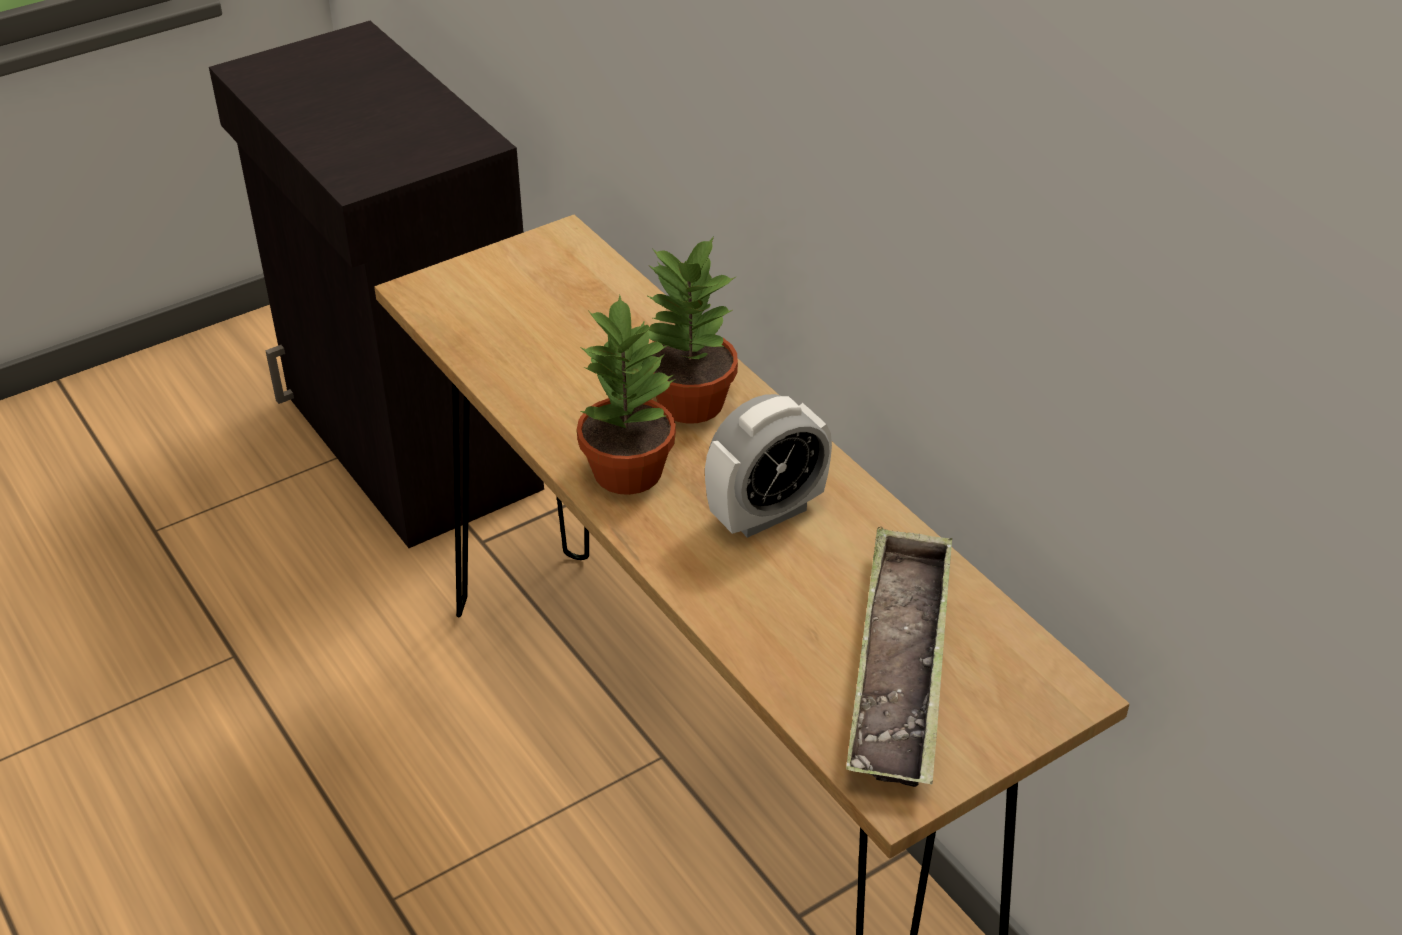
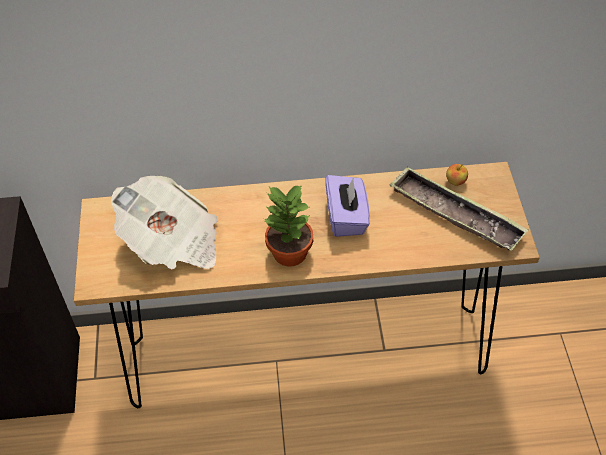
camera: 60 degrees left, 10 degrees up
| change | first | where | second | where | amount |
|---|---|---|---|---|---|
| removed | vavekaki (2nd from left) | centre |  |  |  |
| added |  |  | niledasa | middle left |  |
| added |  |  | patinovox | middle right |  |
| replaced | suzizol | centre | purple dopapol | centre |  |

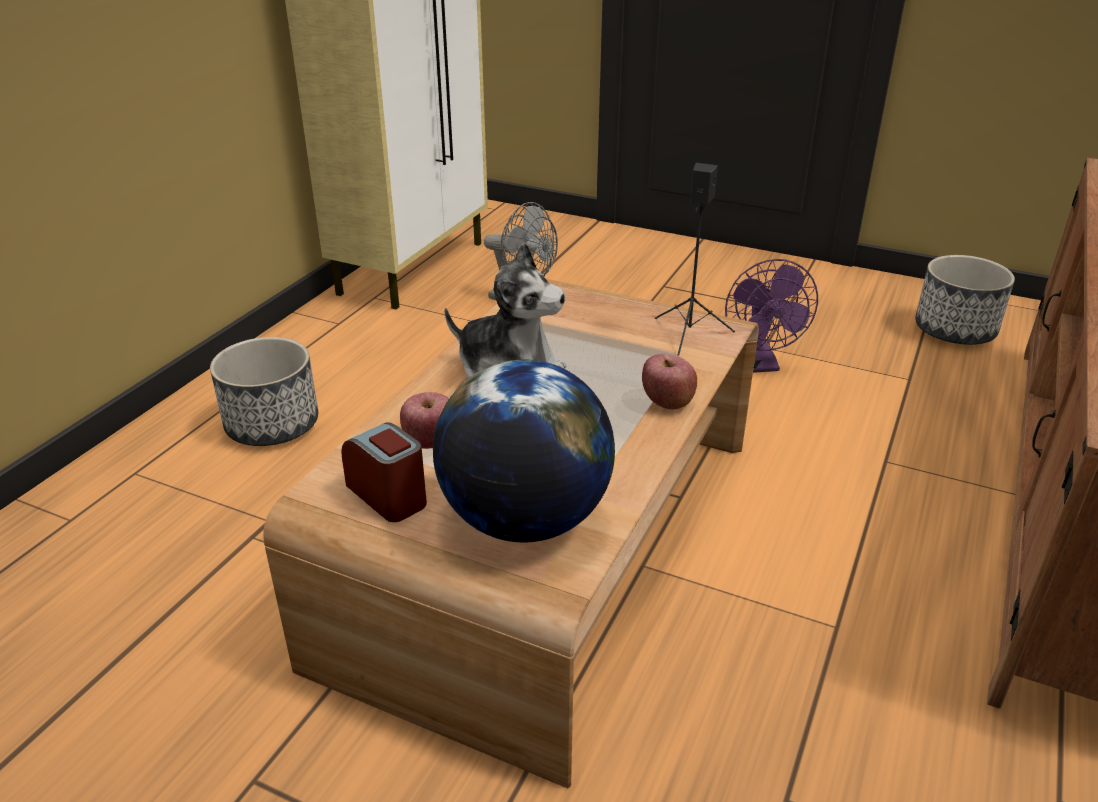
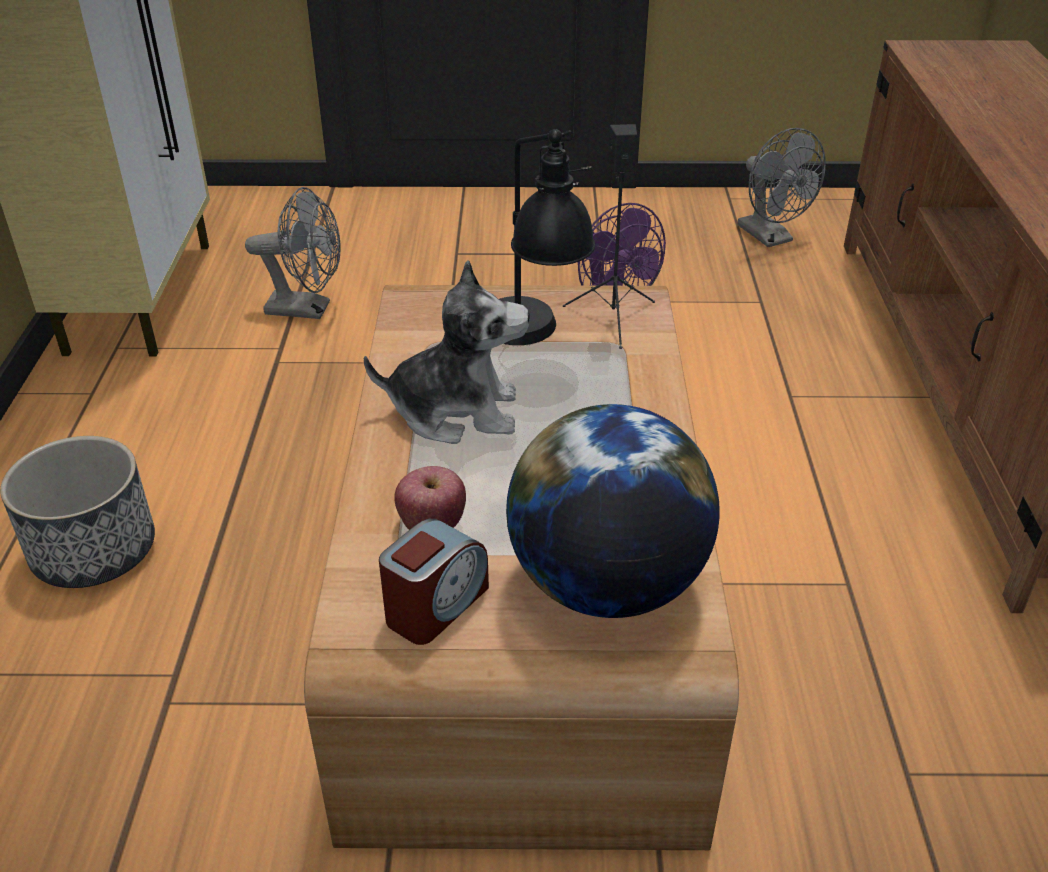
camera: 25 degrees left, 5 degrees up
| change | first | where | second | where | amount |
|---|---|---|---|---|---|
| removed | patinovox (2nd from left) | centre |  |  |  |
| added |  |  | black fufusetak | top centre |  |
| replaced | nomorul (2nd from left) | middle right | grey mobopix (2nd from left) | top right |  |
| turned | suzizol | centre |  | bottom centre | 105 degrees clockwise |

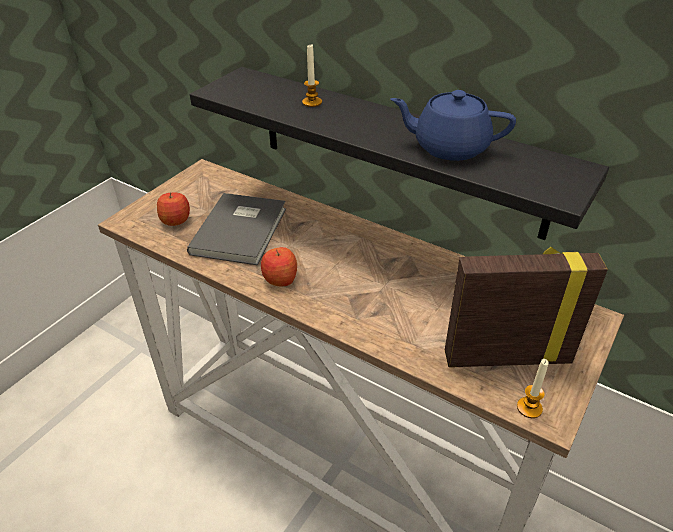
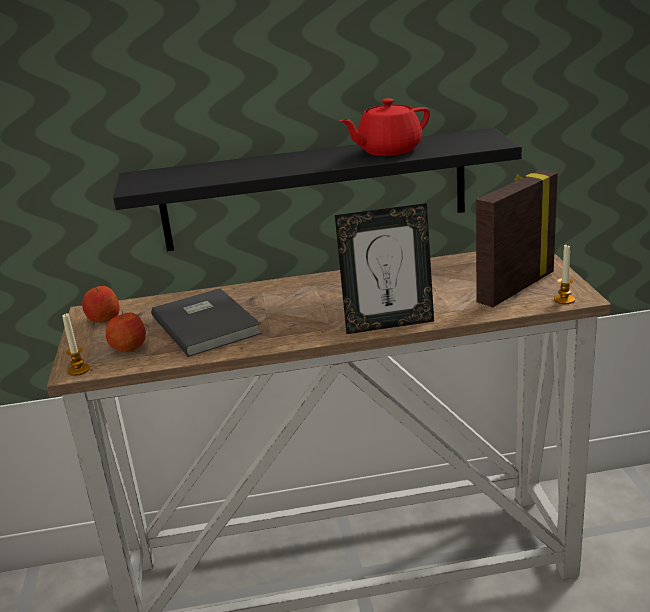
camera: 40 degrees left, 15 degrees down
| change | first | where | second | where | amount |
|---|---|---|---|---|---|
| added |  |  | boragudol (1st from left) | centre |  |
| moved | patinovox (2nd from left in the first image) | centre | patinovox (1st from left) | middle left |  |
| moved | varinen (1st from left) | top centre |  | middle left |  |
| recoloured | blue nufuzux | top right | red nufuzux | top centre |  |

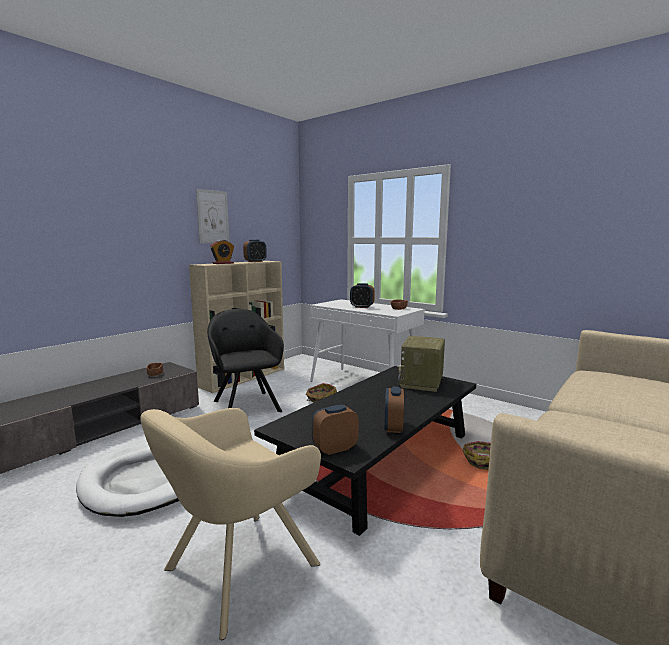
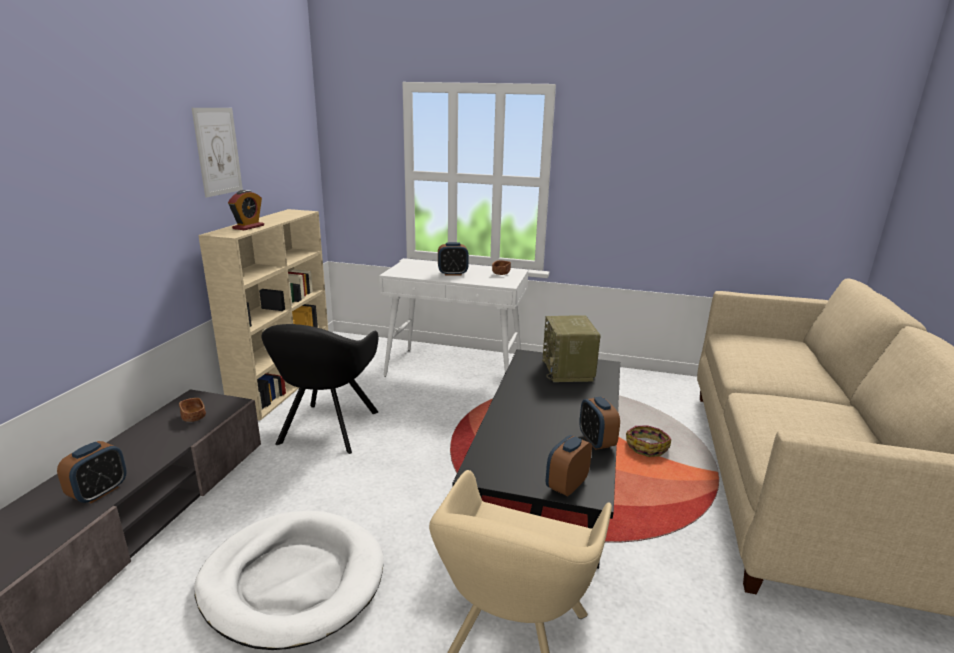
camera: 25 degrees left, 10 degrees up
| change | first | where | second | where | amount |
|---|---|---|---|---|---|
| removed | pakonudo (1st from left) | centre |  |  |  |
| moved | suzizol (2nd from left in the first image) | centre | suzizol (1st from left) | bottom left |  |
| turned | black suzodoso | centre |  | centre | 120 degrees counterclockwise |

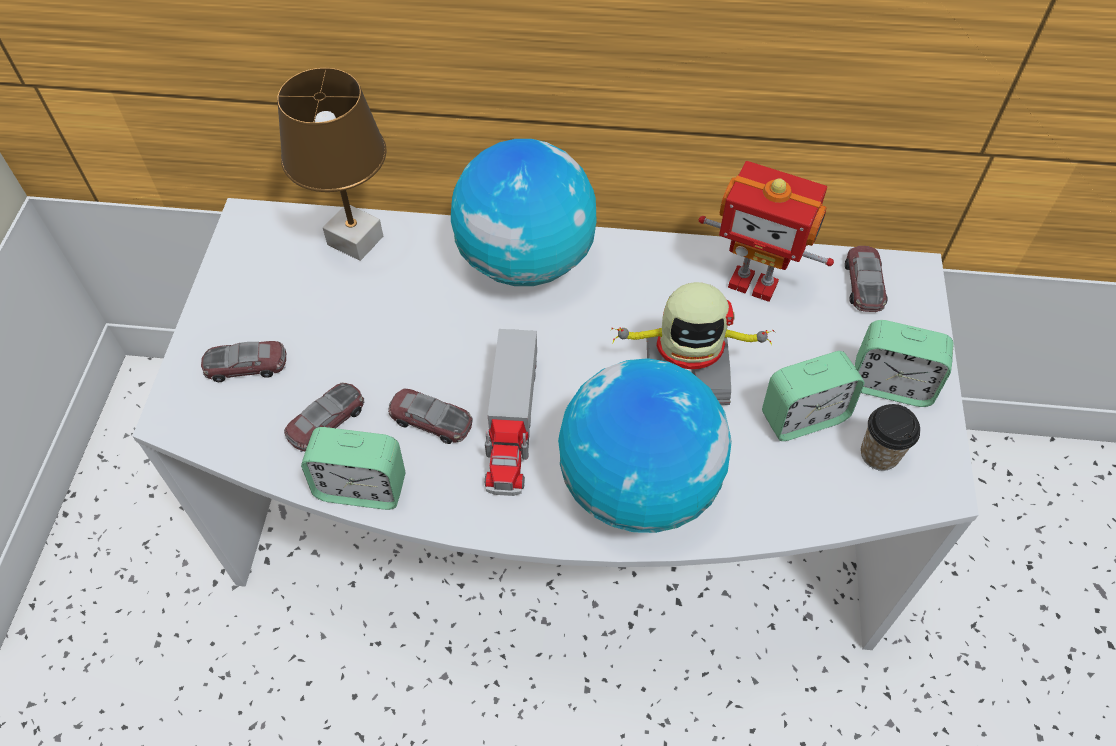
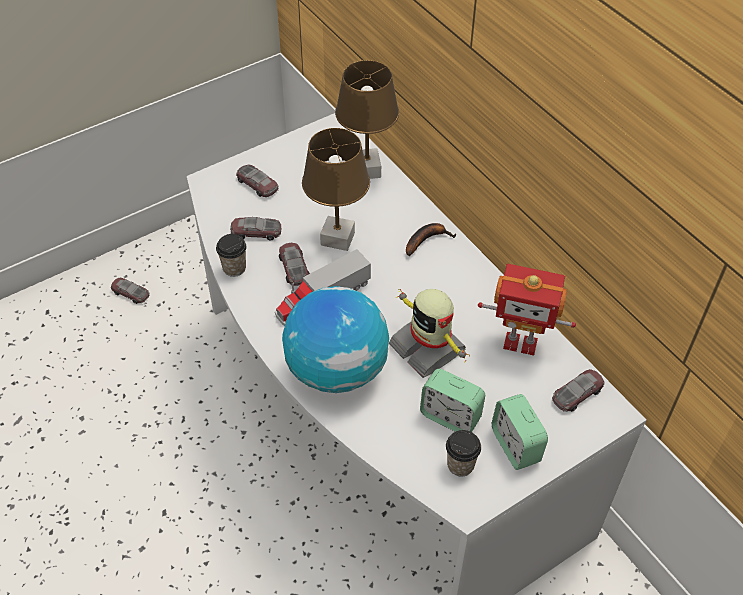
camera: 50 degrees right, 5 degrees down
| change | first | where | second | where | amount |
|---|---|---|---|---|---|
| added |  |  | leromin (1st from left) | middle left |  |
| added |  |  | brown fufusetak (1st from left) | top centre |  |
| replaced | suzizol (1st from left) | middle left | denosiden (1st from left) | middle left |  |
| replaced | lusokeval (1st from left) | top centre | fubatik | centre |  |
| turned | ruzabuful (2nd from left) | top right |  | middle right | 60 degrees counterclockwise |

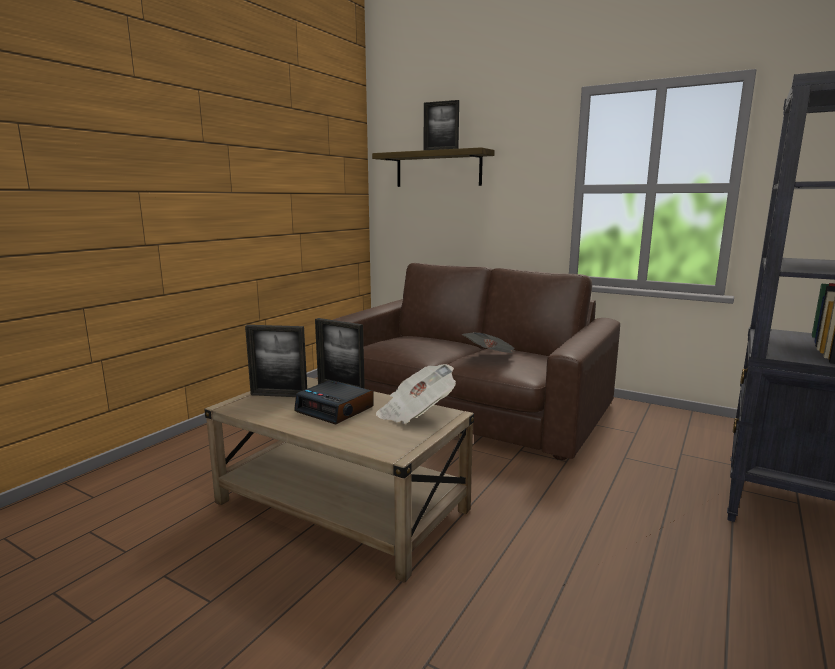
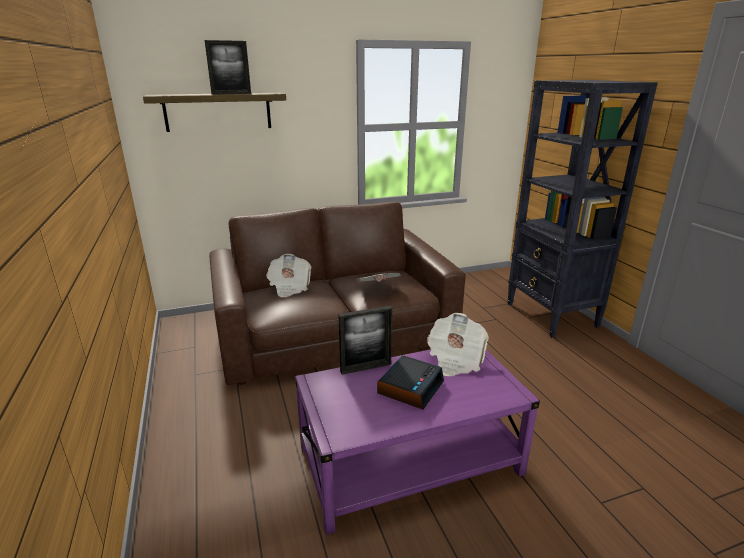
camera: 50 degrees left, 10 degrees up
| change | first | where | second | where | amount |
|---|---|---|---|---|---|
| removed | boragudol (1st from left) | middle left |  |  |  |
| added |  |  | niledasa (1st from left) | centre |  |
| recoloured | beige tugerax | bottom centre | purple tugerax | bottom centre |  |
| turned | suzizol | centre |  | bottom centre | 45 degrees counterclockwise |

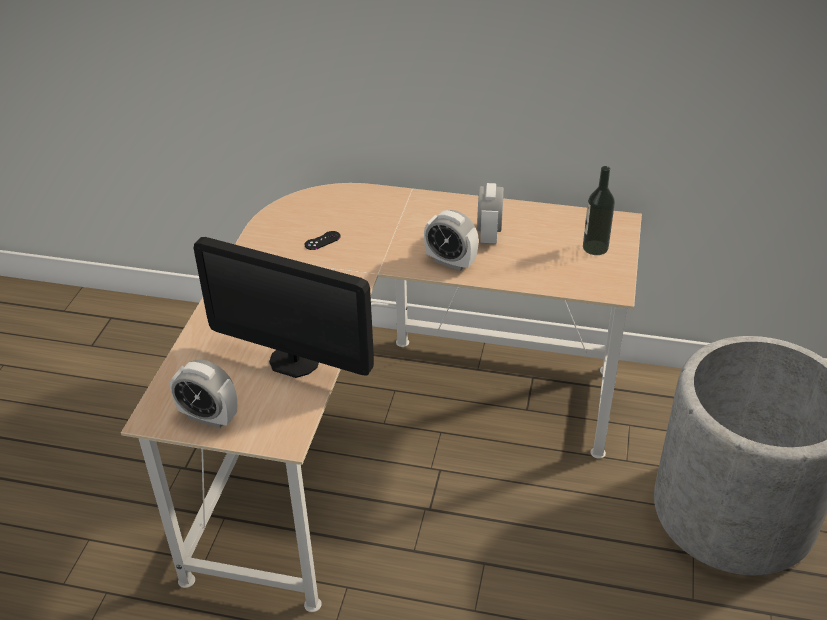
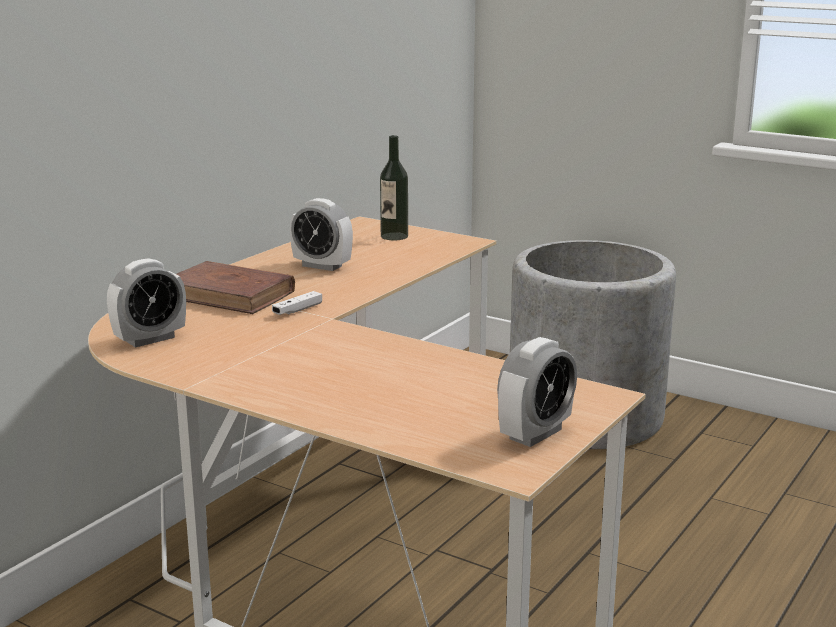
camera: 70 degrees left, 20 degrees down
| change | first | where | second | where | amount |
|---|---|---|---|---|---|
| removed | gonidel | centre |  |  |  |
| removed | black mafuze | centre |  |  |  |
| added |  |  | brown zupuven | middle left |  |
| added |  |  | white mafuze | centre |  |
| moved | suzizol (2nd from left in the first image) | centre | suzizol (1st from left) | middle left |  |

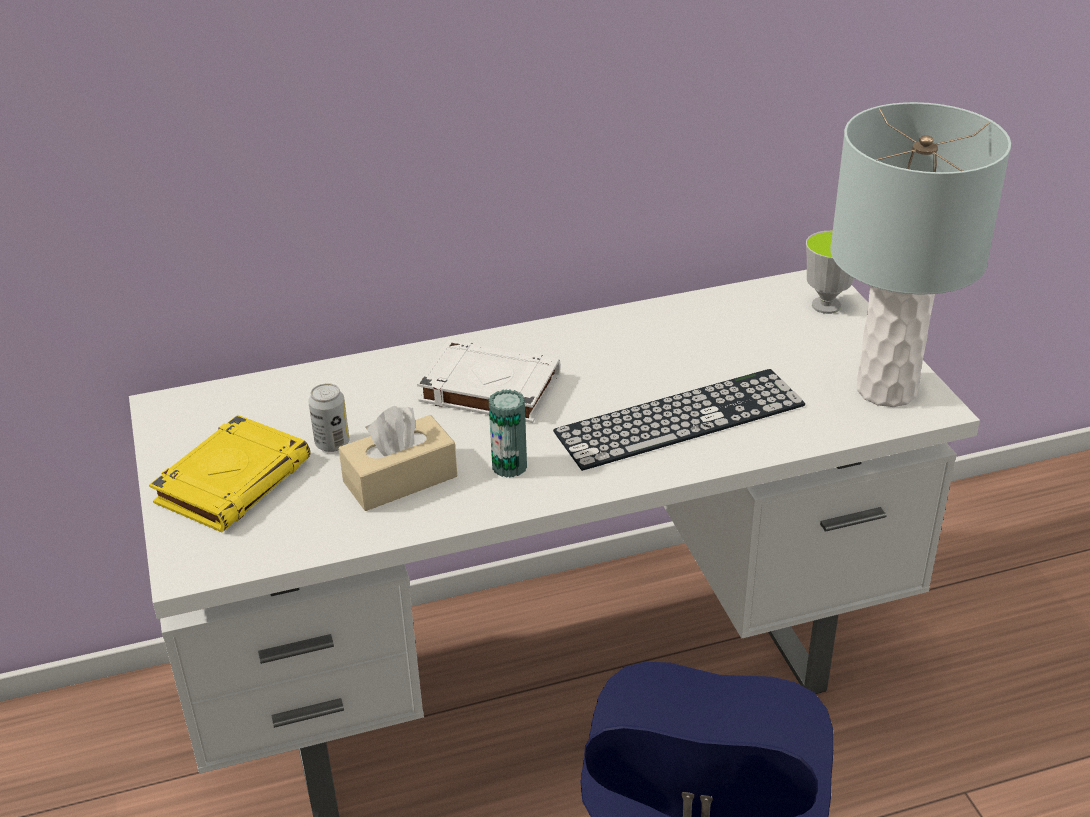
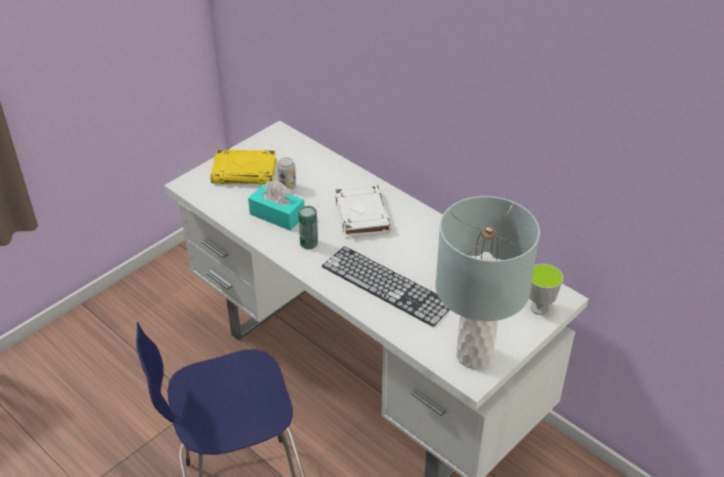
camera: 60 degrees right, 5 degrees up
| change | first | where | second | where | amount |
|---|---|---|---|---|---|
| recoloured | beige dopapol | centre | turquoise dopapol | centre |  |

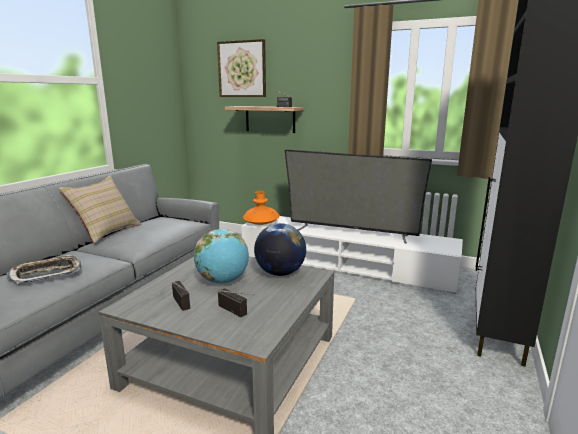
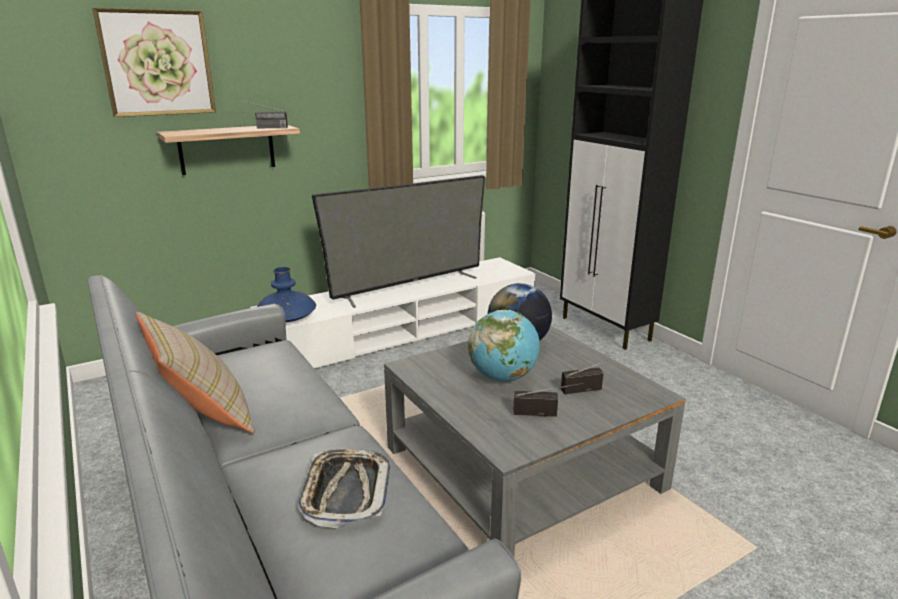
camera: 55 degrees left, 5 degrees up
| change | first | where | second | where | amount |
|---|---|---|---|---|---|
| recoloured | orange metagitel | centre | blue metagitel | middle left |  |

